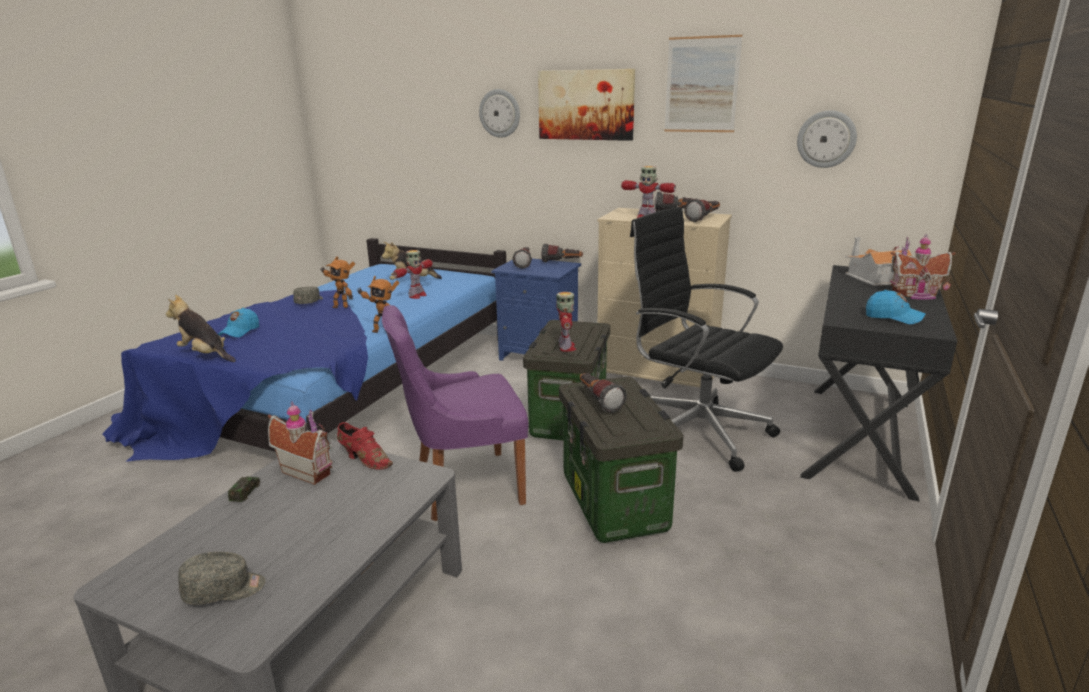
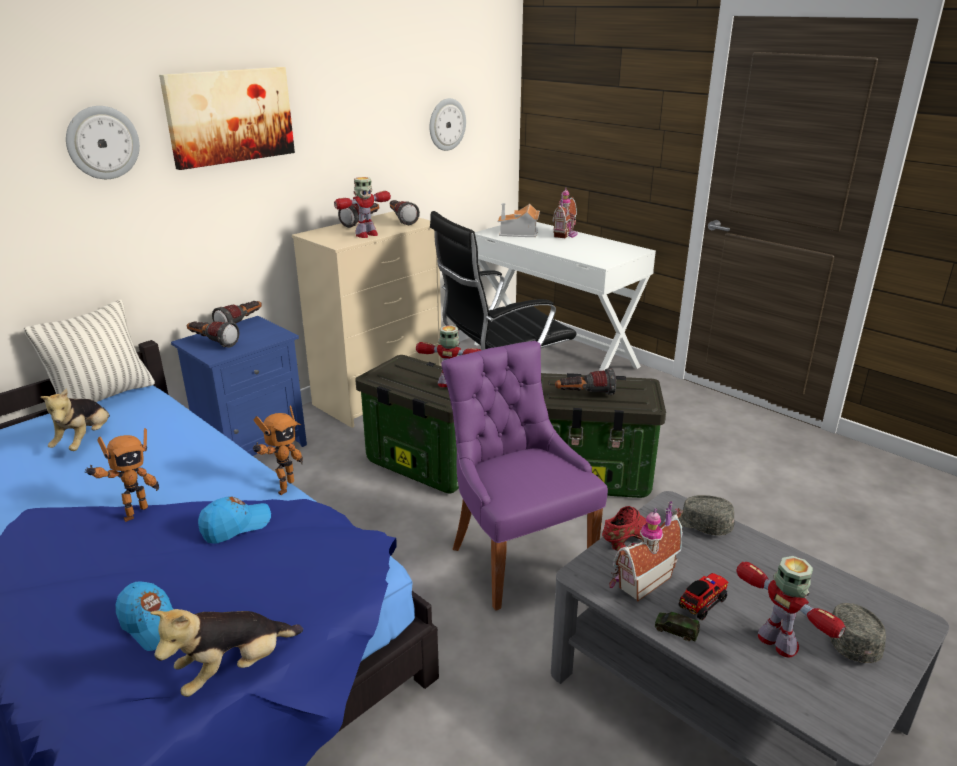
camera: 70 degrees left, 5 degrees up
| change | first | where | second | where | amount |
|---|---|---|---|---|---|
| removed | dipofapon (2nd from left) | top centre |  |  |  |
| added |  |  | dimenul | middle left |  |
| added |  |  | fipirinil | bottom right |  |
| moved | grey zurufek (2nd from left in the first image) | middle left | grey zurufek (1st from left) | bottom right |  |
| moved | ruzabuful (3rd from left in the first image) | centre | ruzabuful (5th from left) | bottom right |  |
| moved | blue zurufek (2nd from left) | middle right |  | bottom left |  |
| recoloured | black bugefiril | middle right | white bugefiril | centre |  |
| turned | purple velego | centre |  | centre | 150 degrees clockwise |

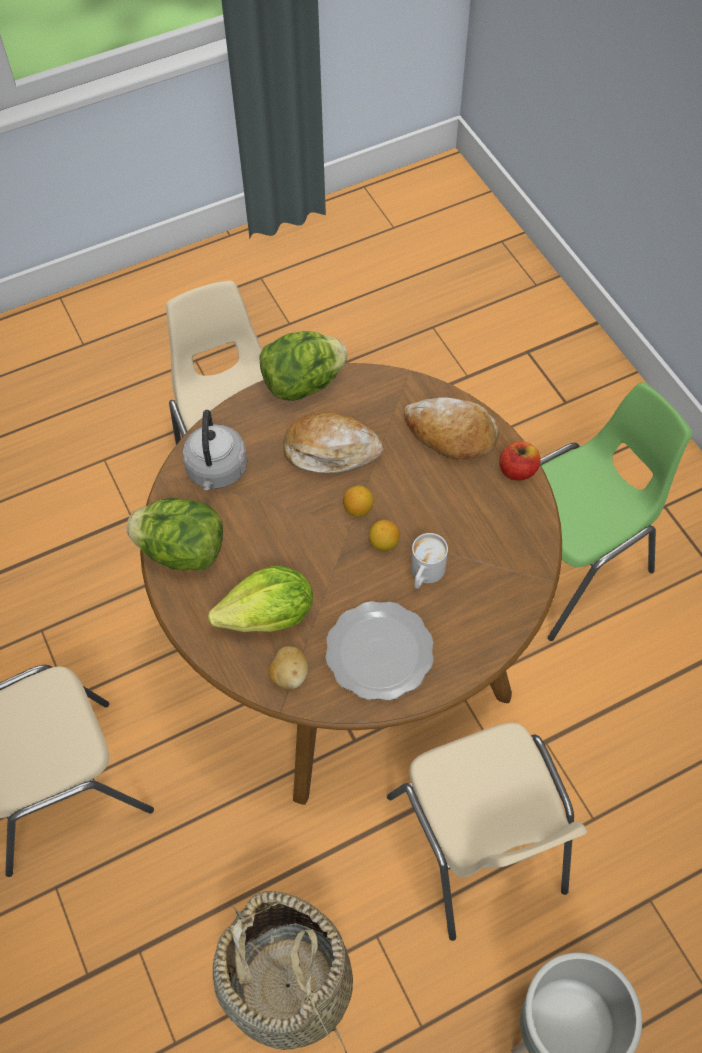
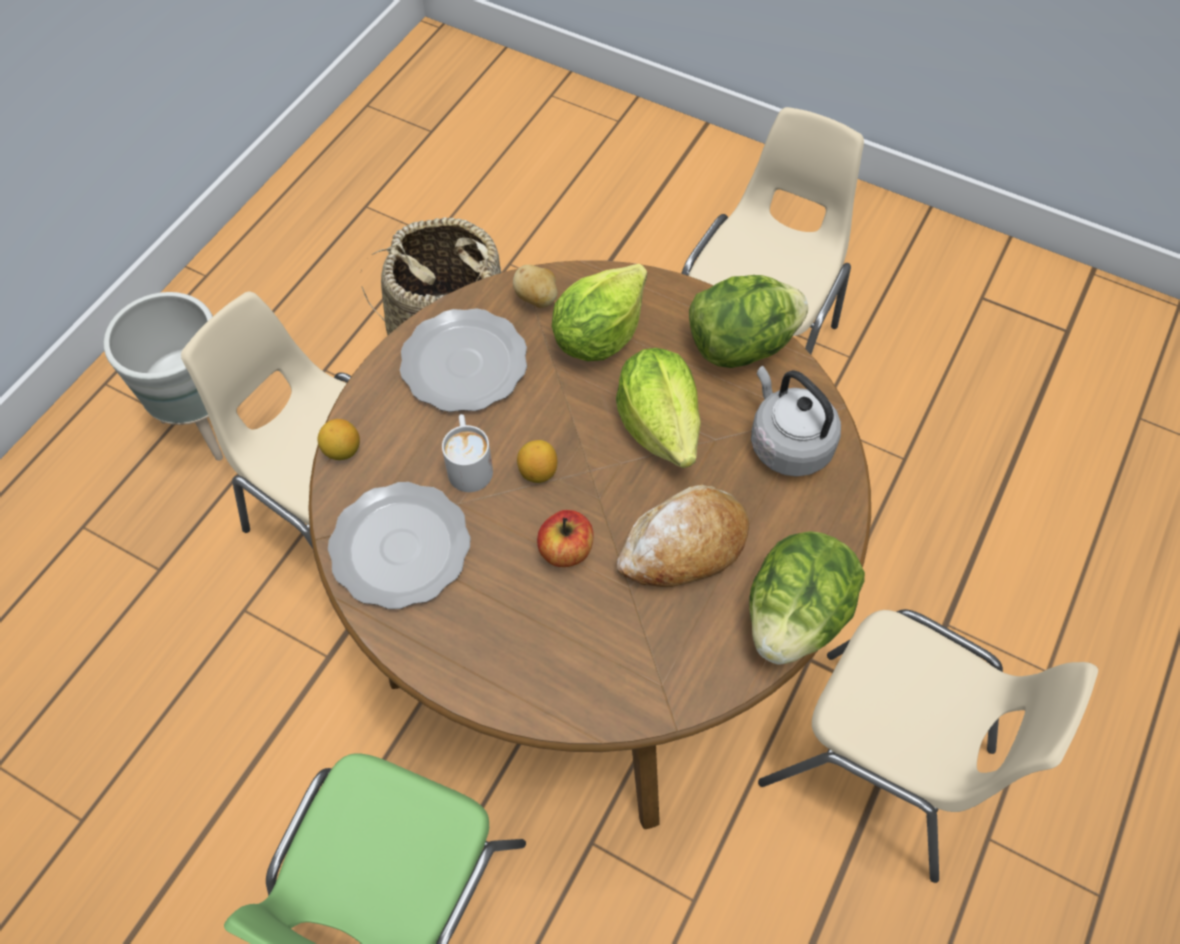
camera: 145 degrees right, 0 degrees up
| change | first | where | second | where | amount |
|---|---|---|---|---|---|
| removed | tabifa (2nd from left) | centre |  |  |  |
| added |  |  | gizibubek (1st from left) | centre |  |
| added |  |  | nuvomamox (2nd from left) | centre |  |
| moved | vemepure (1st from left) | centre |  | middle left |  |
| moved | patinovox | middle right |  | centre |  |

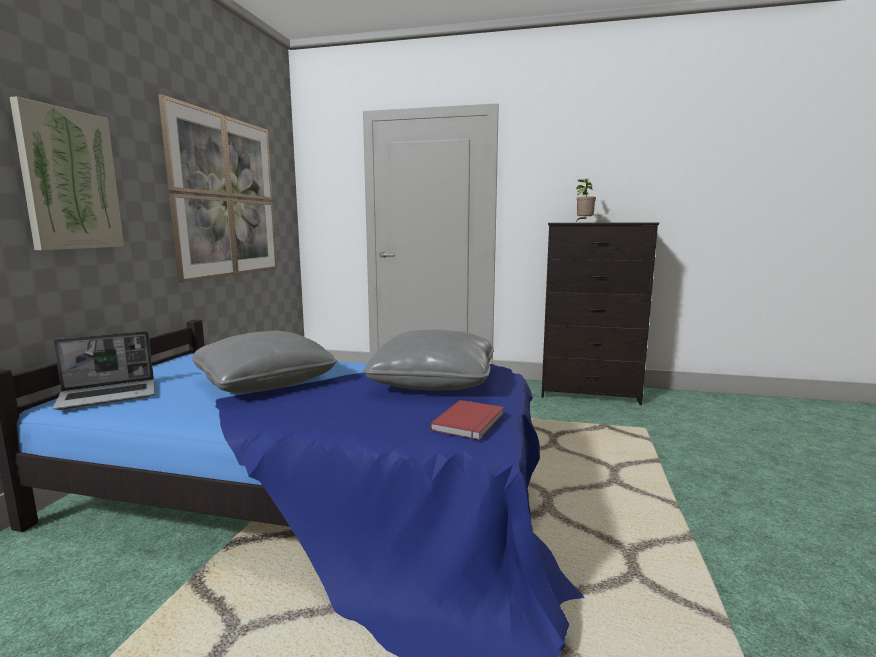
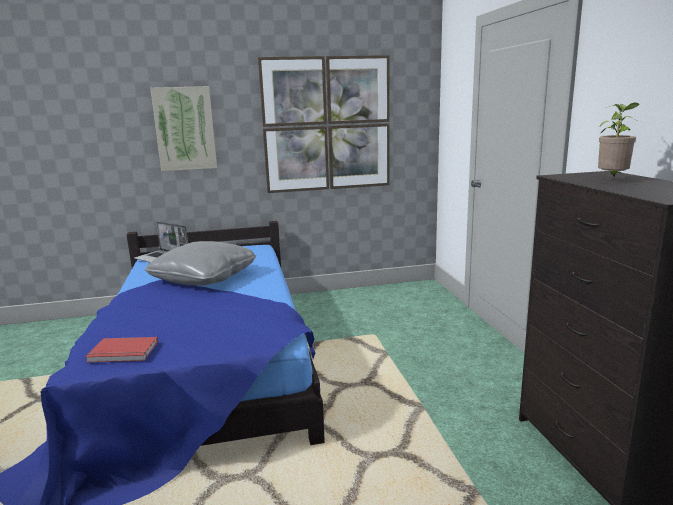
camera: 65 degrees right, 5 degrees up
| change | first | where | second | where | amount |
|---|---|---|---|---|---|
| removed | grey dimenul (2nd from left) | centre |  |  |  |

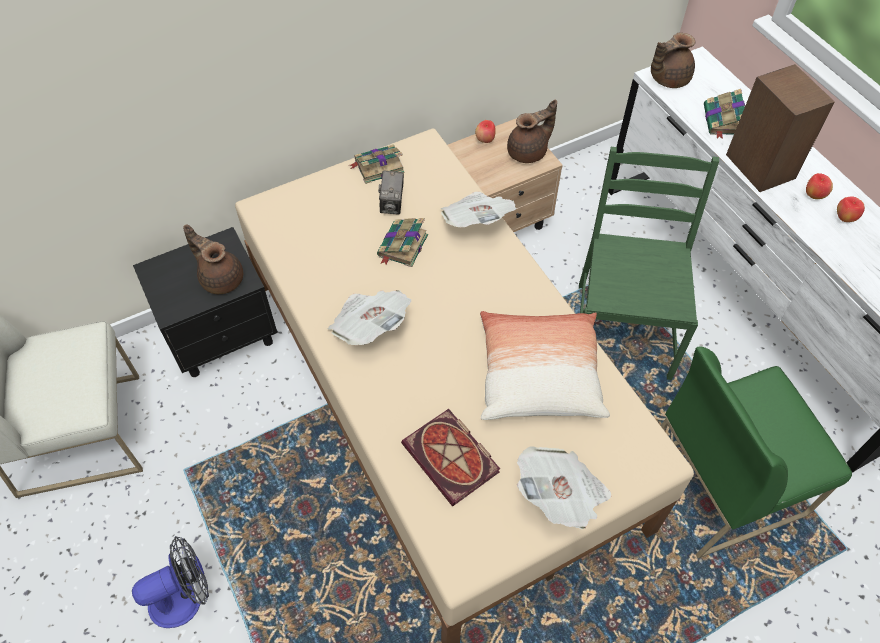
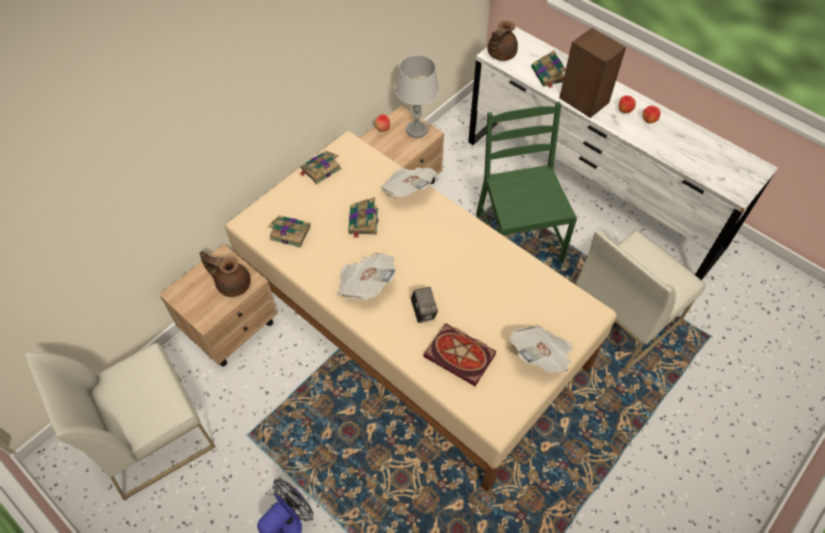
camera: 20 degrees left, 0 degrees up
| change | first | where | second | where | amount |
|---|---|---|---|---|---|
| removed | dimenul | centre |  |  |  |
| added |  |  | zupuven (1st from left) | centre |  |
| moved | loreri | top centre |  | centre |  |
| replaced | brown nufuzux (2nd from left) | top centre | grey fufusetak | top centre |  |
| recoloured | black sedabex | middle left | beige sedabex (1st from left) | middle left |  |
| recoloured | green velego (2nd from left) | bottom right | white velego (2nd from left) | middle right |  |

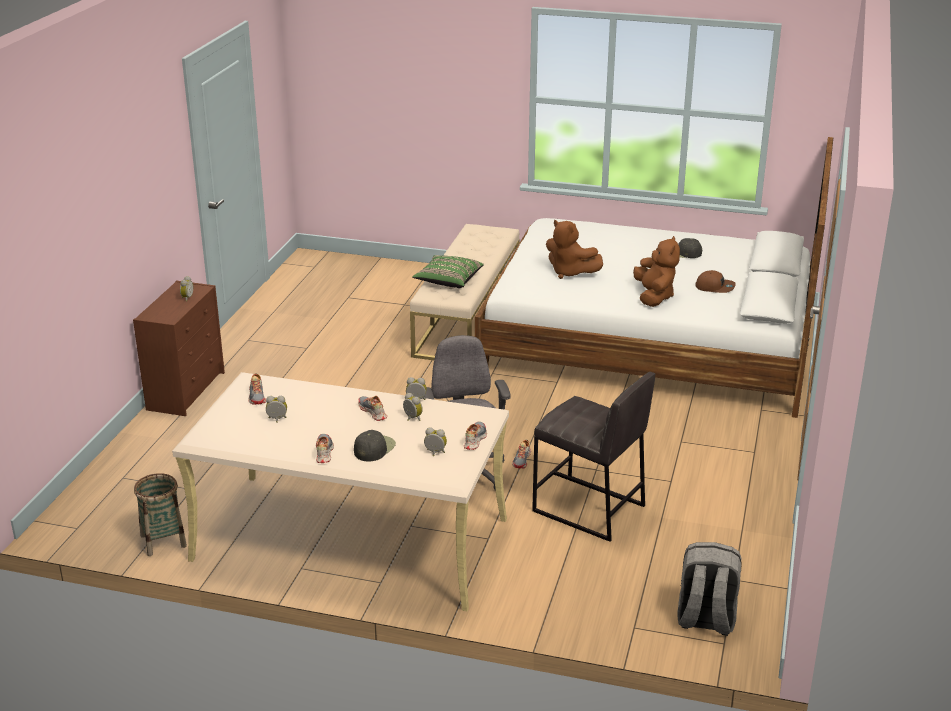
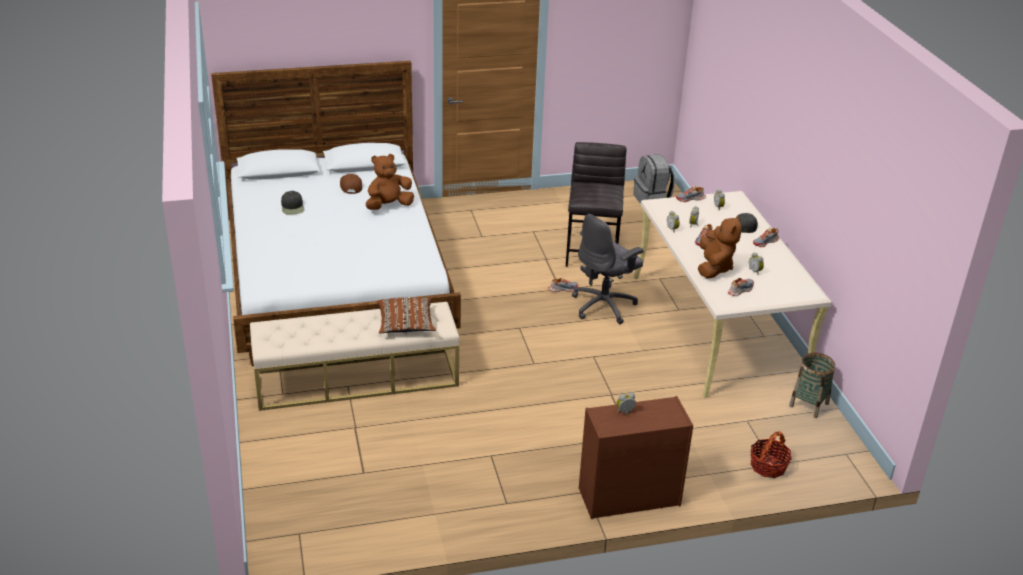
camera: 120 degrees left, 5 degrees up
| change | first | where | second | where | amount |
|---|---|---|---|---|---|
| added |  |  | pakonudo (1st from left) | bottom right |  |
| moved | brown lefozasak (1st from left in the first image) | centre | brown lefozasak (2nd from left) | middle right |  |
| recoloured | green dimenul | centre | brown dimenul | centre |  |

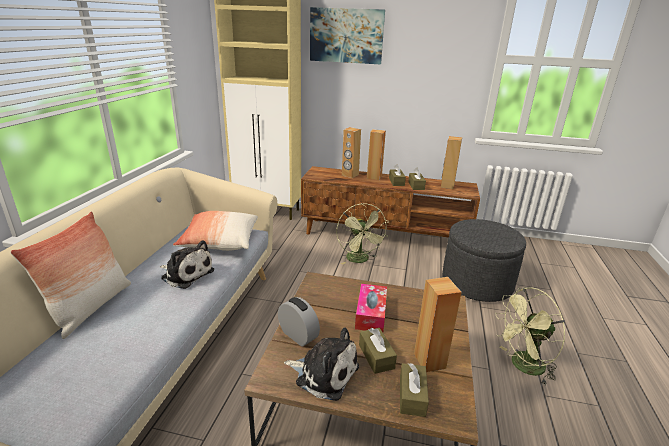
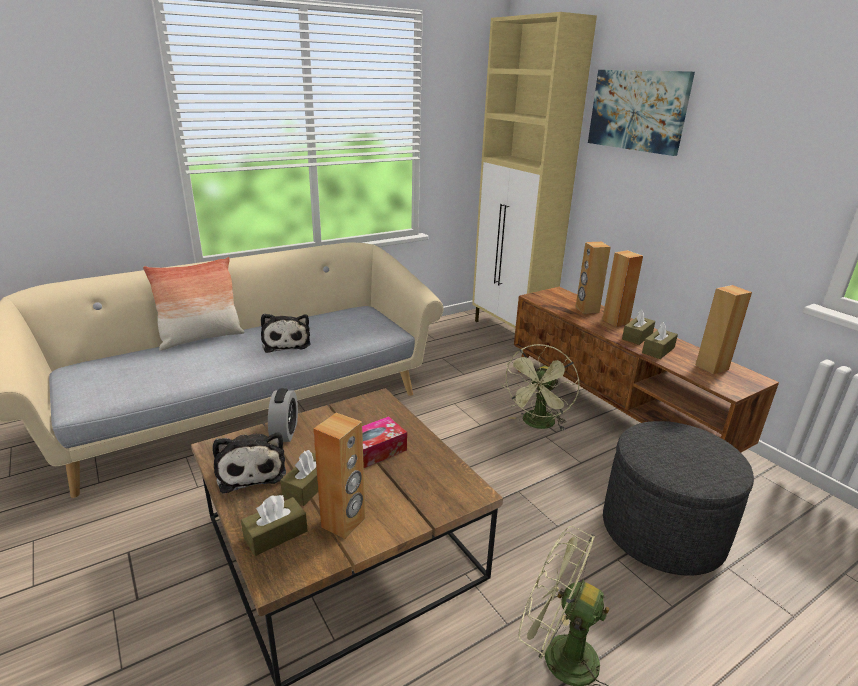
camera: 45 degrees right, 0 degrees up
| change | first | where | second | where | amount |
|---|---|---|---|---|---|
| removed | dimenul (2nd from left) | middle left |  |  |  |

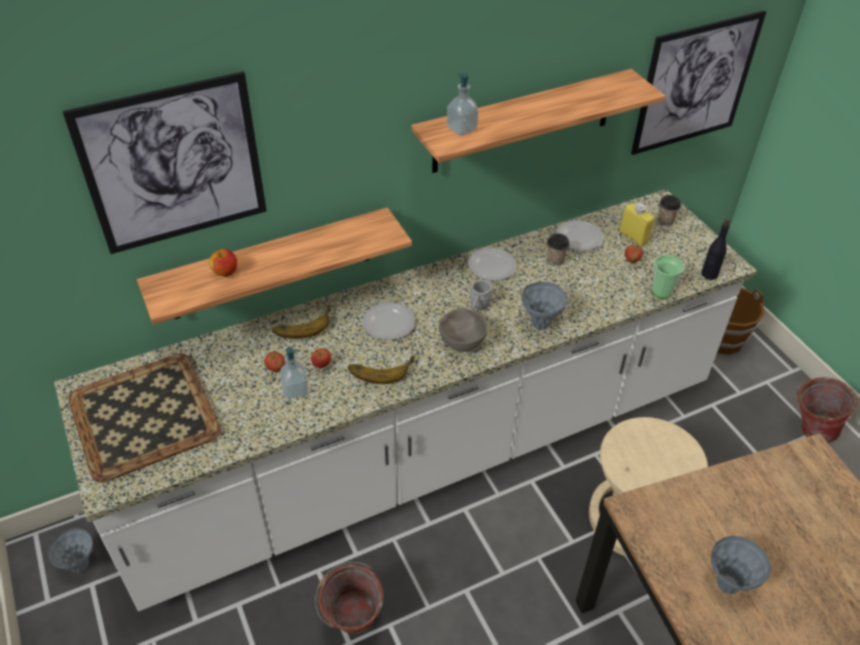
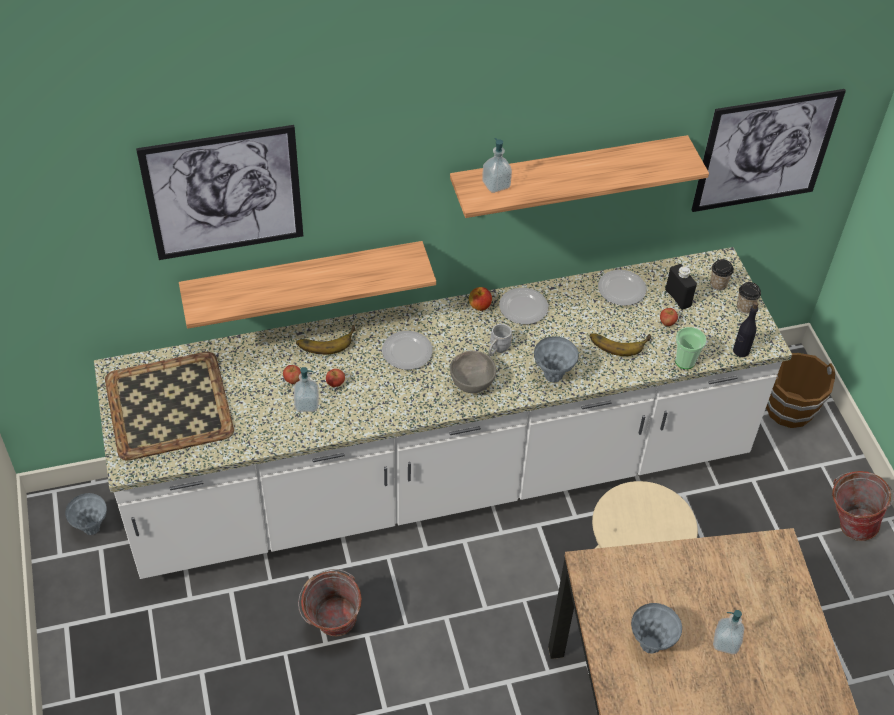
camera: 10 degrees right, 5 degrees up
| change | first | where | second | where | amount |
|---|---|---|---|---|---|
| added |  |  | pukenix (3rd from left) | bottom right |  |
| moved | patinovox (1st from left in the first image) | middle left | patinovox (3rd from left) | centre |  |
| moved | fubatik (2nd from left) | centre |  | middle right |  |
| moved | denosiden (1st from left in the first image) | centre | denosiden (3rd from left) | middle right |  |
| recoloured | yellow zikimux | middle right | black zikimux (1st from left) | middle right |  |

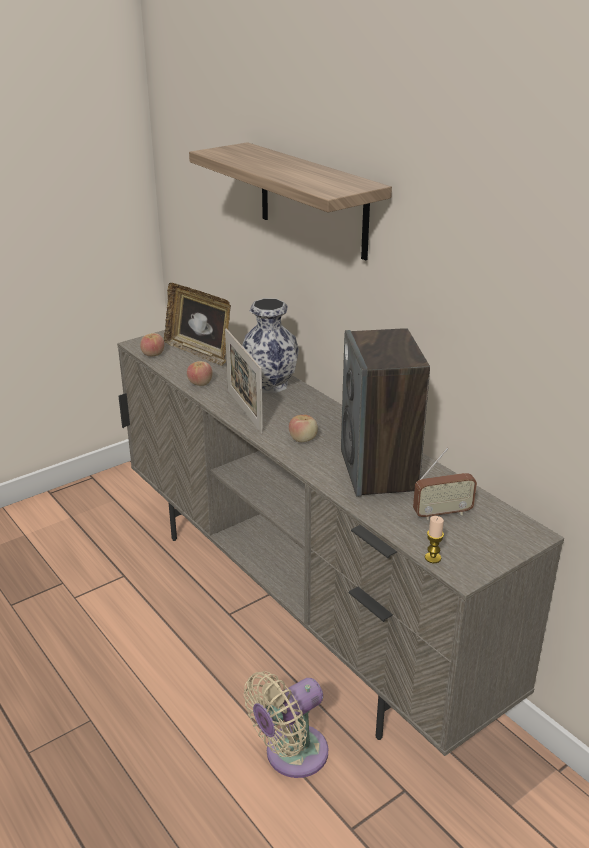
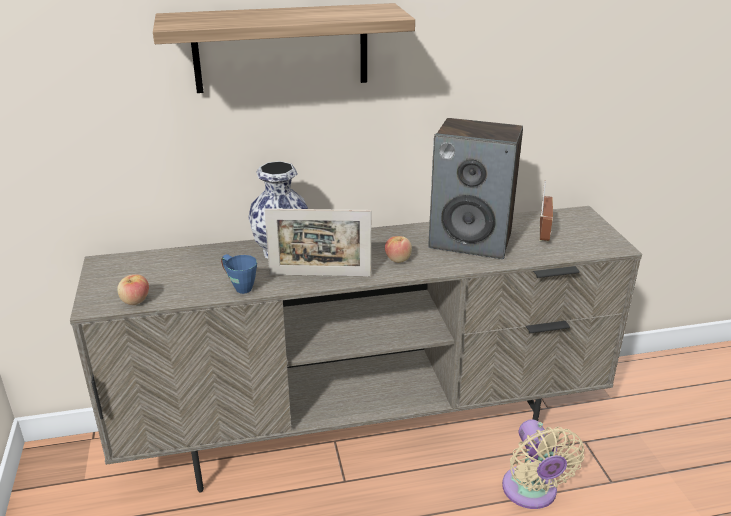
camera: 65 degrees left, 0 degrees up
| change | first | where | second | where | amount |
|---|---|---|---|---|---|
| removed | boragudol (1st from left) | centre |  |  |  |
| removed | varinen | middle right |  |  |  |
| replaced | patinovox (2nd from left) | centre | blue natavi | middle left |  |

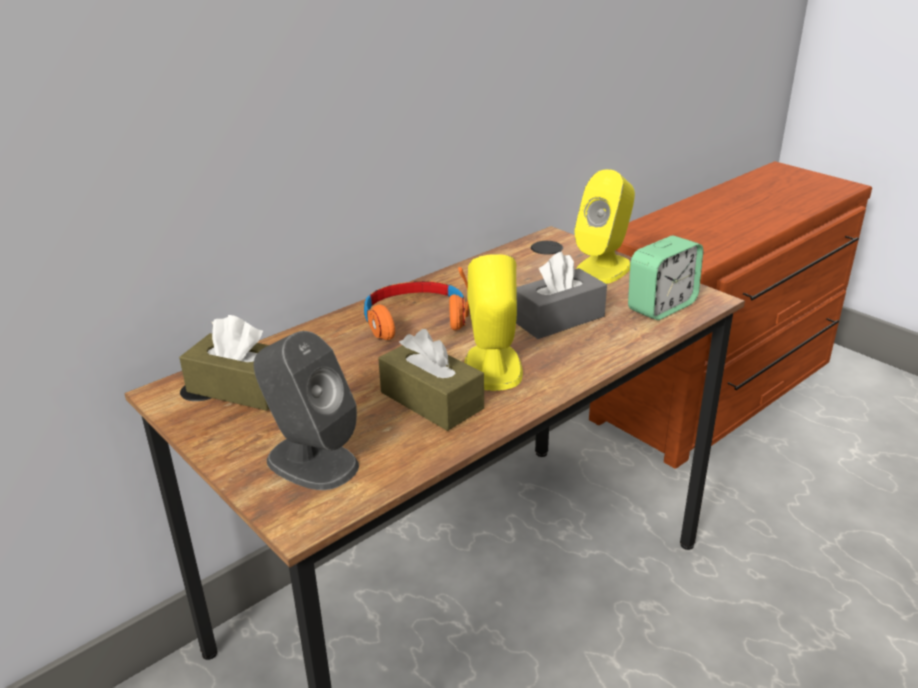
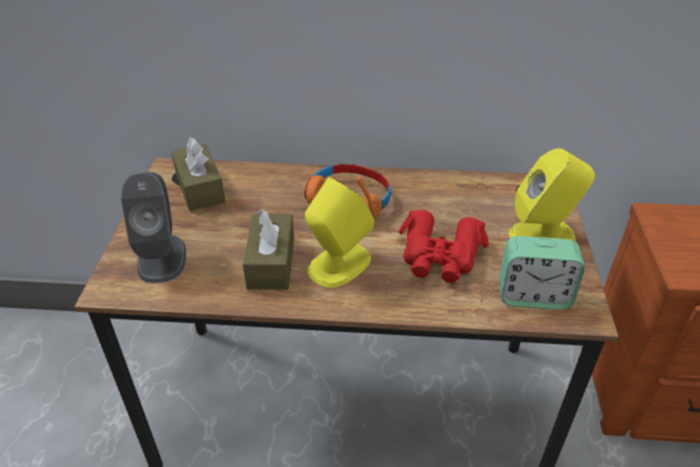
camera: 45 degrees right, 10 degrees up
| change | first | where | second | where | amount |
|---|---|---|---|---|---|
| replaced | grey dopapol | centre | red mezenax | centre |  |

